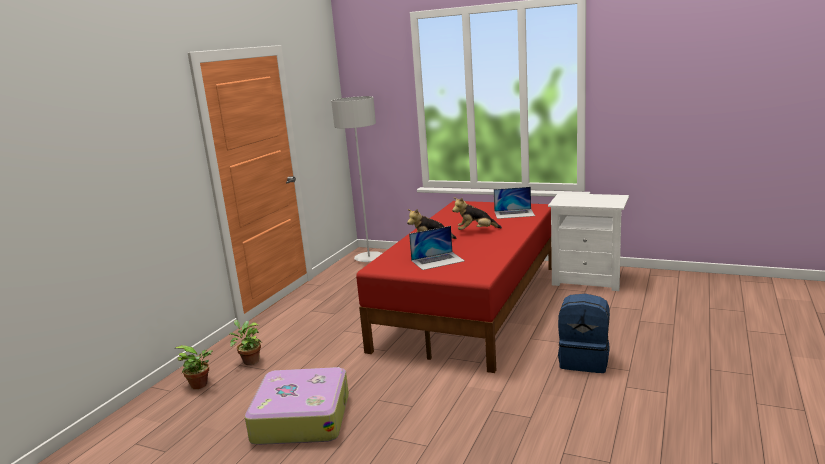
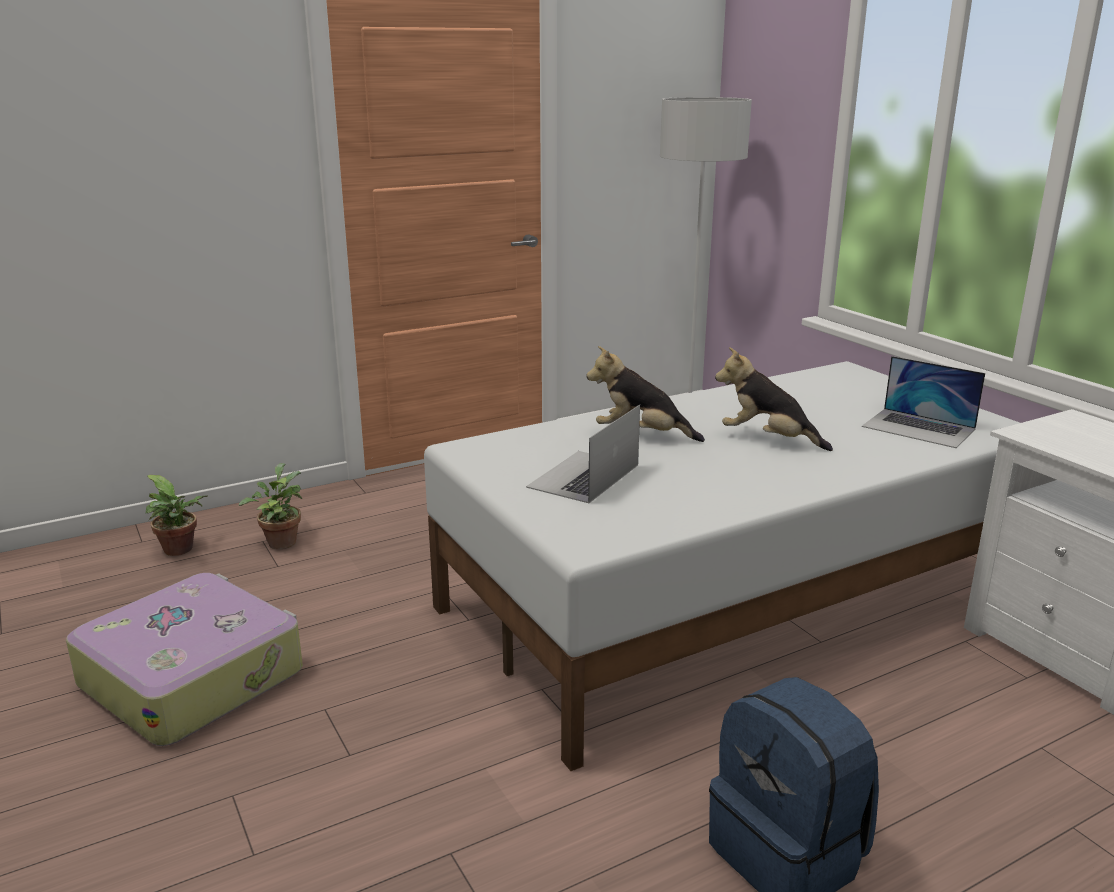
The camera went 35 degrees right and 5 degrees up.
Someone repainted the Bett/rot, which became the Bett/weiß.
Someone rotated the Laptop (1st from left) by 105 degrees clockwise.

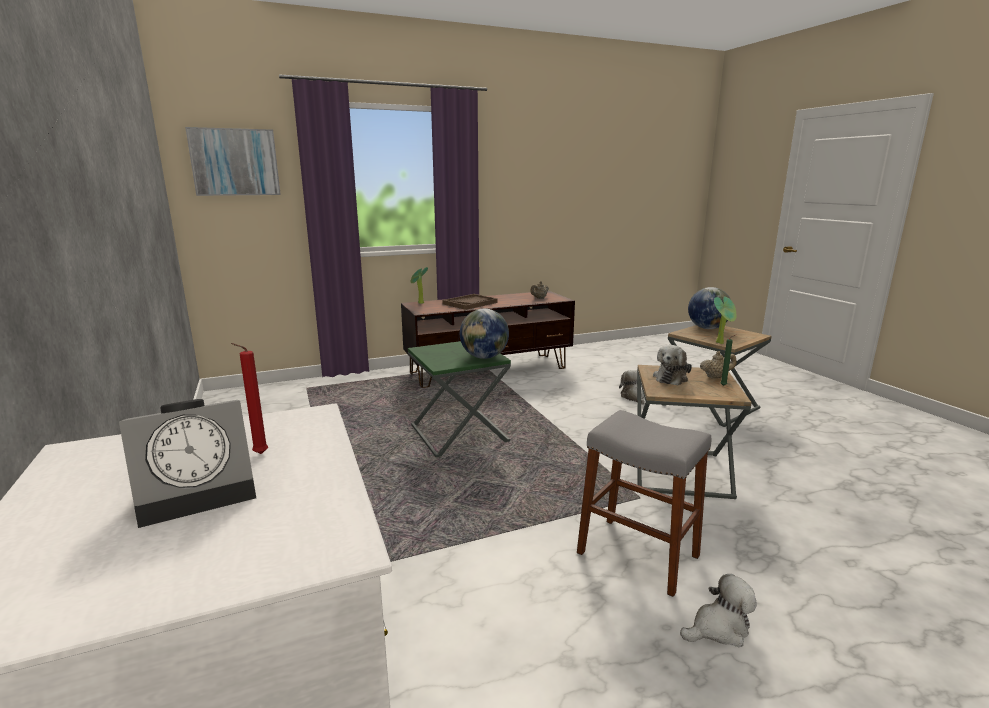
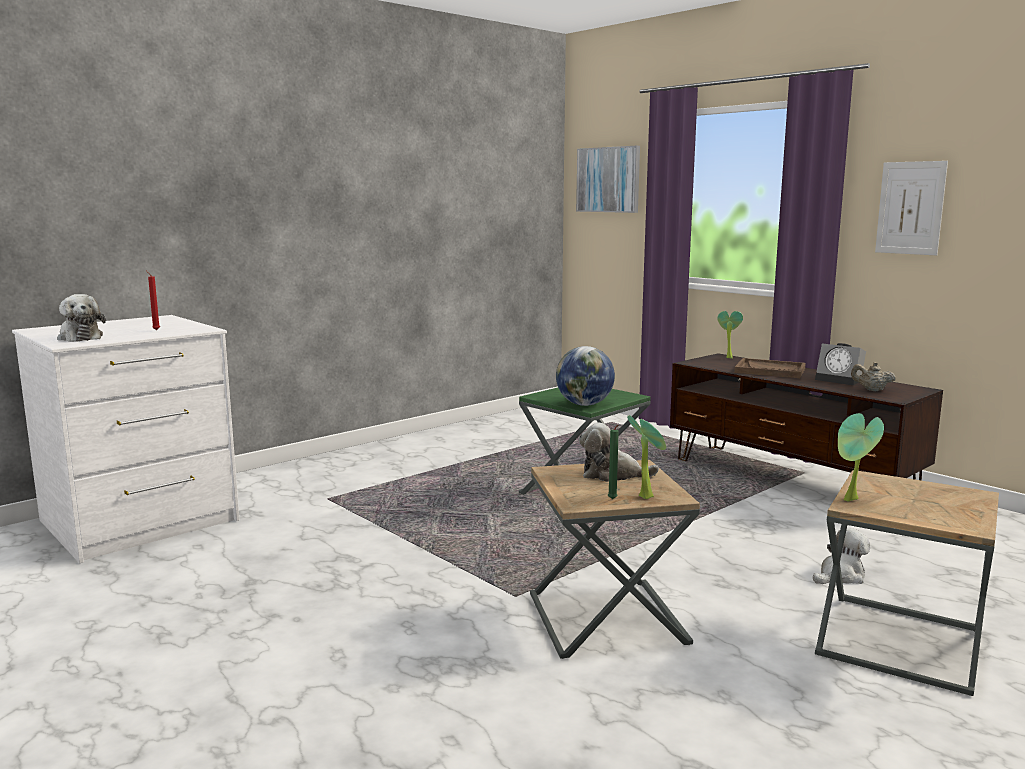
The camera went 70 degrees right and 5 degrees down.
Someone took away the Globus (2nd from left).
Someone swapped the Teekanne/beige (2nd from left) for the Topfpflanze (1st from left).
Someone carried the Wecker.
Someone took away the Hocker/grau.
Someone carried the Plüschtier (3rd from left in the first image).
Someone put up the Bild (2nd from left).

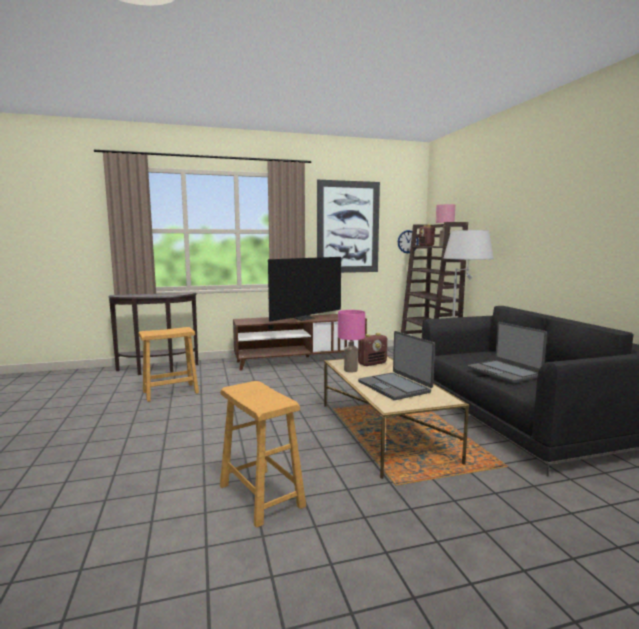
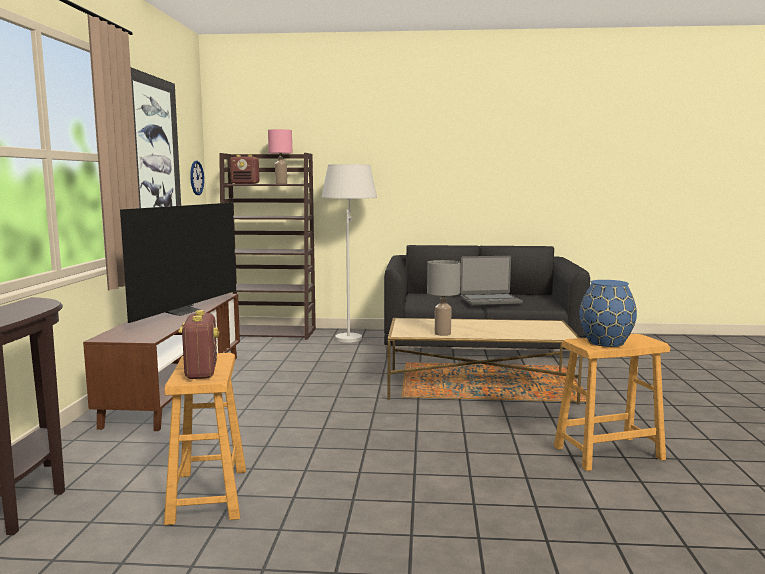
The camera went 70 degrees left and 0 degrees up.
Someone rotated the Fernseher by 45 degrees clockwise.
Someone repainted the Tischlampe/rosa (1st from left), which became the Tischlampe/grau.
Someone took away the Laptop (1st from left).
Someone carried the Radio (1st from left).
Someone put down the Vase/blau.

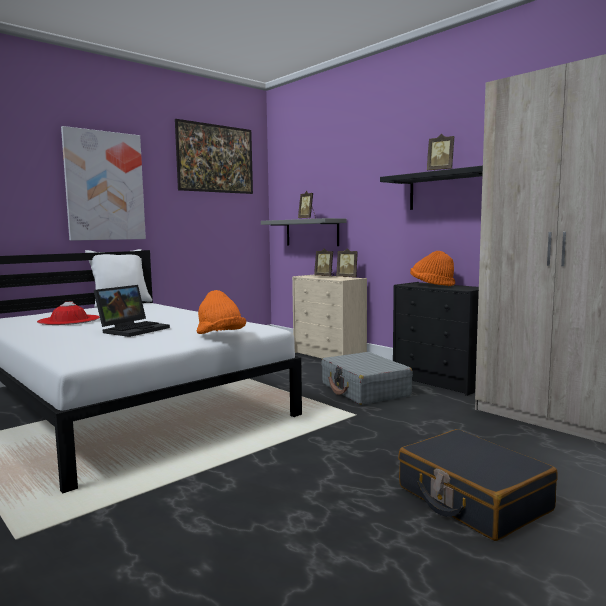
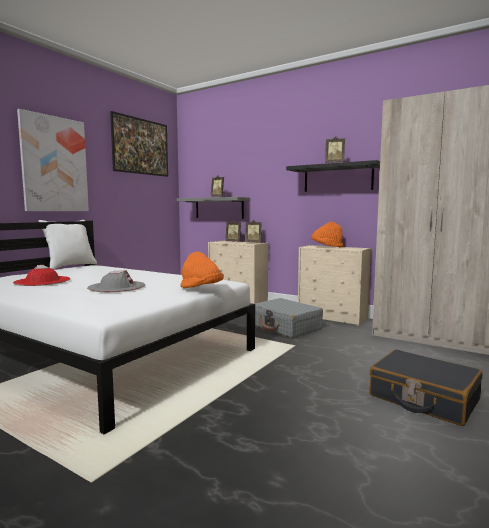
The camera went 15 degrees left and 0 degrees up.
Someone repainted the Kommode/schwarz, which became the Kommode/beige (2nd from left).
Someone swapped the Laptop for the Hut/grau.

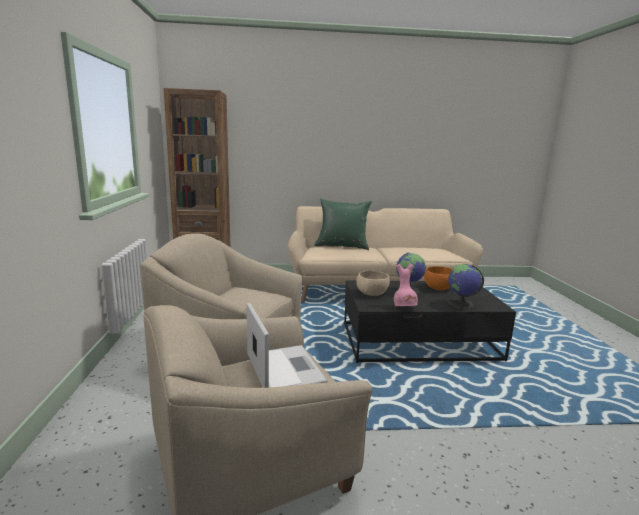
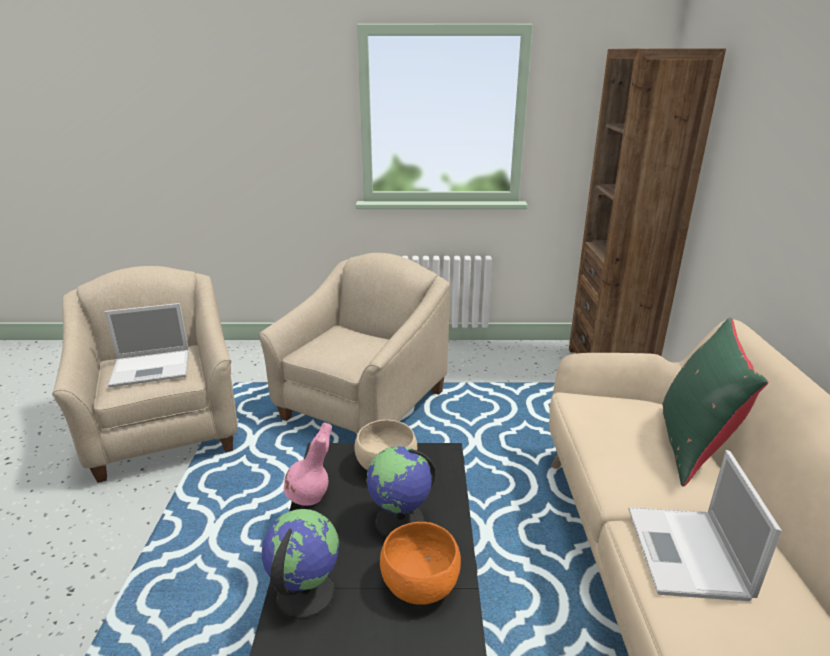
The camera went 95 degrees right and 10 degrees up.
Someone put down the Laptop (2nd from left).

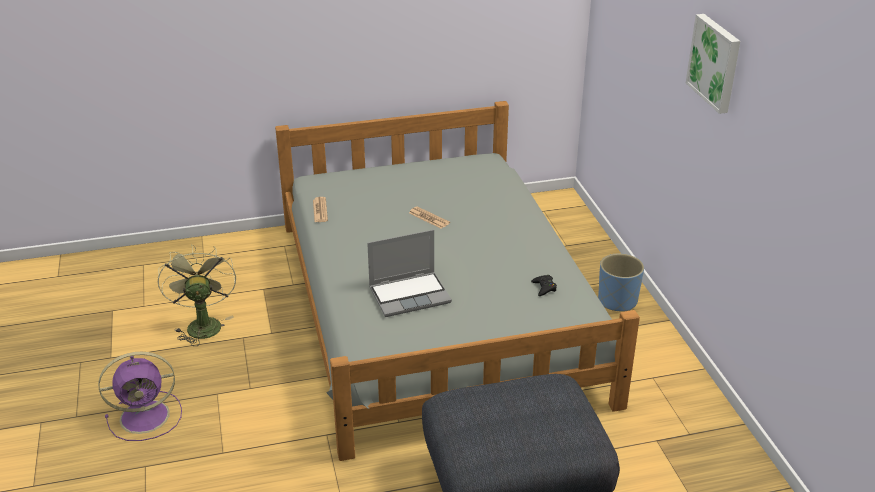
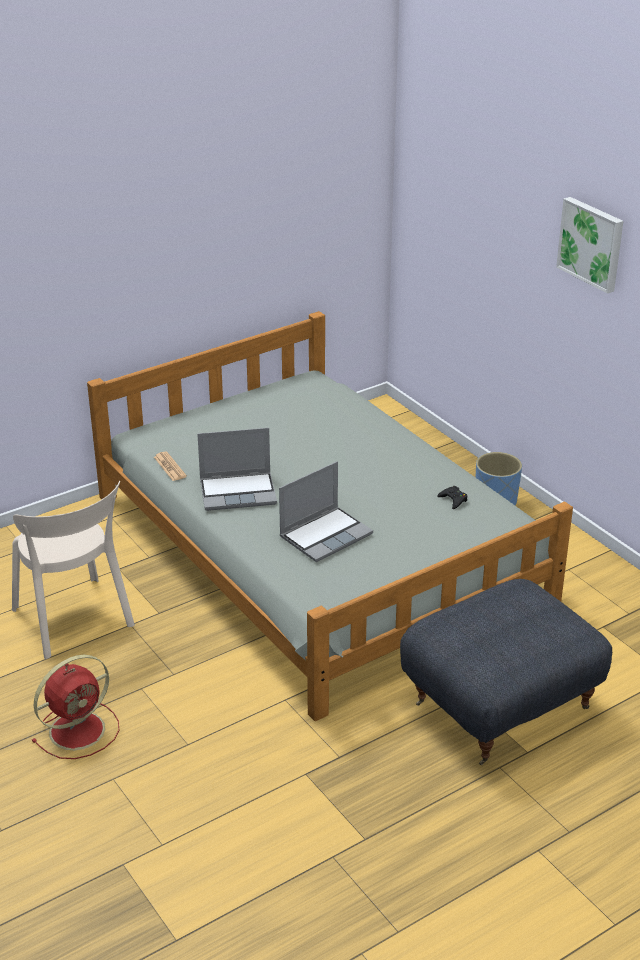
The camera went 20 degrees left and 0 degrees up.
Someone took away the Zeitung (2nd from left).
Someone swapped the Ventilator/grün for the Stuhl/beige.
Someone repainted the Ventilator/lila, which became the Ventilator/rot.
Someone put down the Laptop (1st from left).

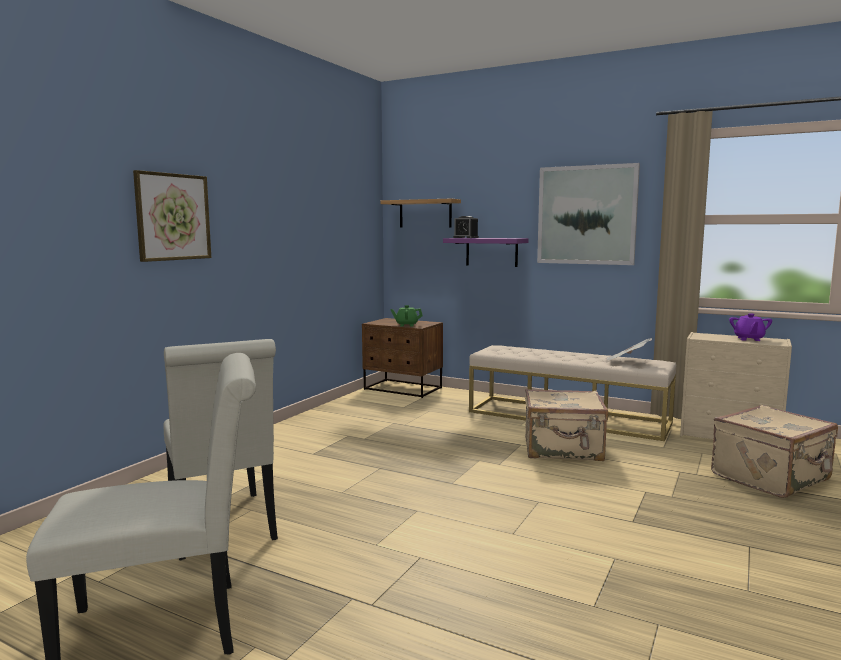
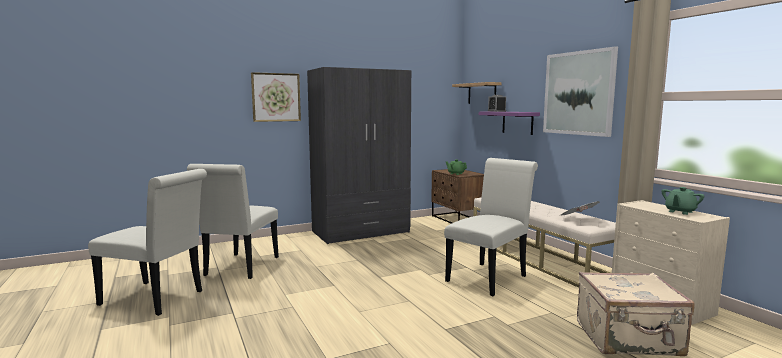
The camera went 35 degrees right and 0 degrees up.
Someone repainted the Teekanne/lila, which became the Teekanne/grün (2nd from left).
Someone swapped the Koffer/beige (1st from left) for the Stuhl/weiß (3rd from left).
Someone put down the Kleiderschrank/grau.

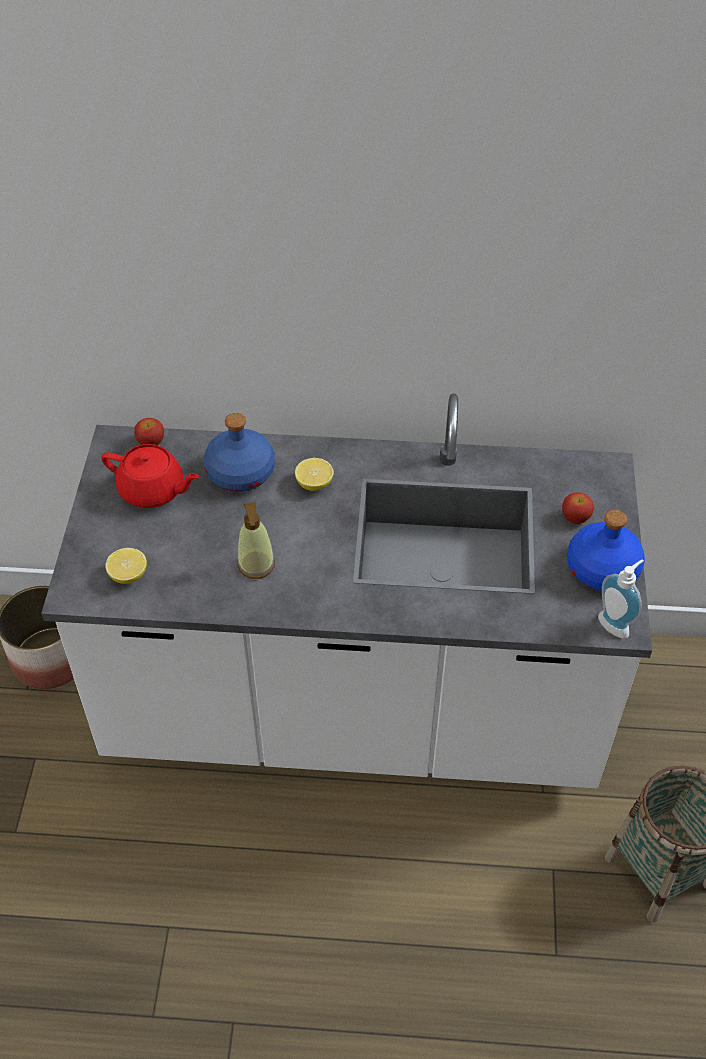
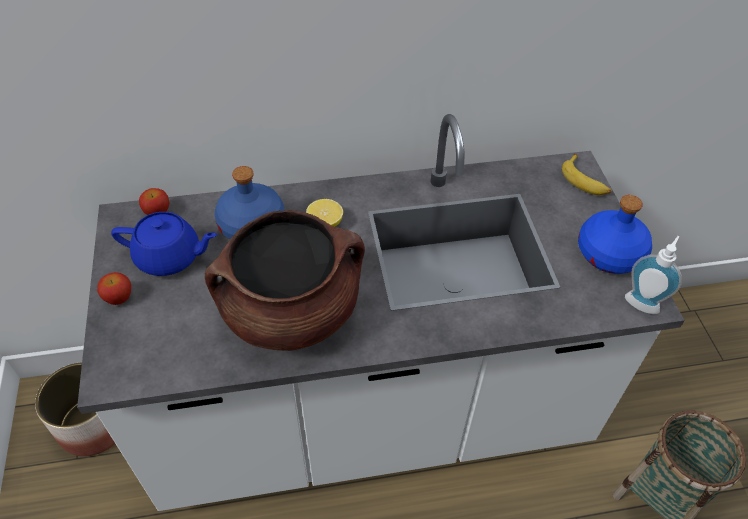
The camera went 15 degrees left and 0 degrees up.
Someone repainted the Teekanne/rot, which became the Teekanne/blau.
Someone carried the Apfel (2nd from left in the first image).
Someone swapped the Seifenspender (1st from left) for the Kochtopf/braun.
Someone took away the Zitrone (1st from left).
Someone put down the Banane.

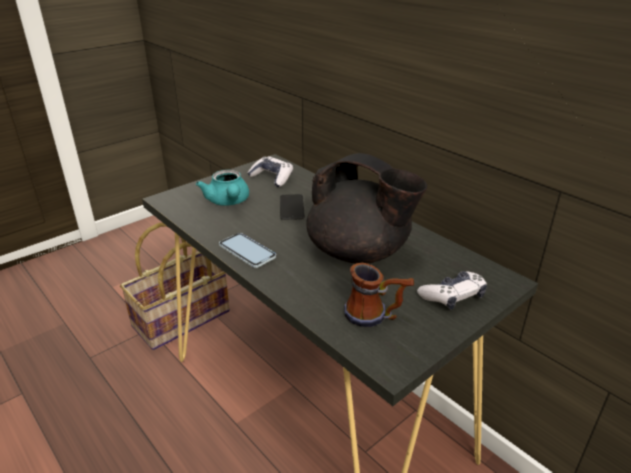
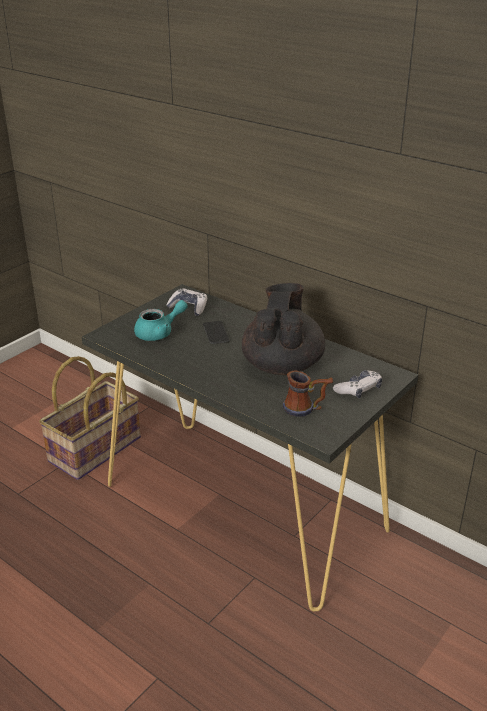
The camera went 10 degrees left and 0 degrees up.
Someone rotated the Teekanne/schwarz by 105 degrees counterclockwise.
Someone rotated the Teekanne/türkis by 90 degrees counterclockwise.
Someone took away the Handy (1st from left).

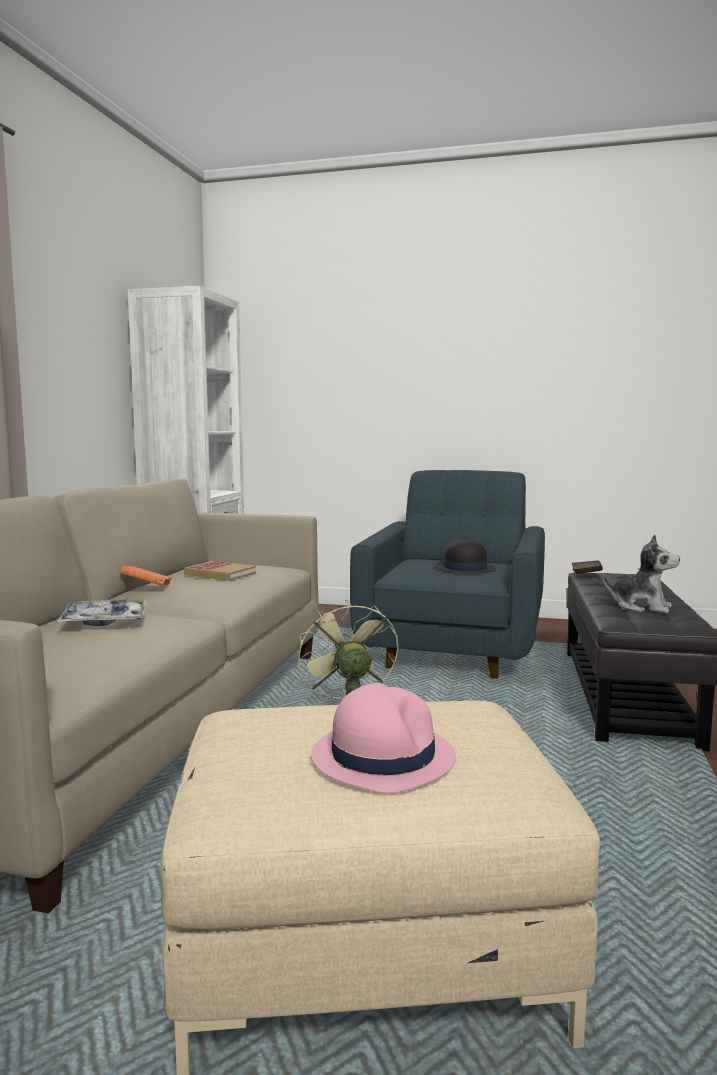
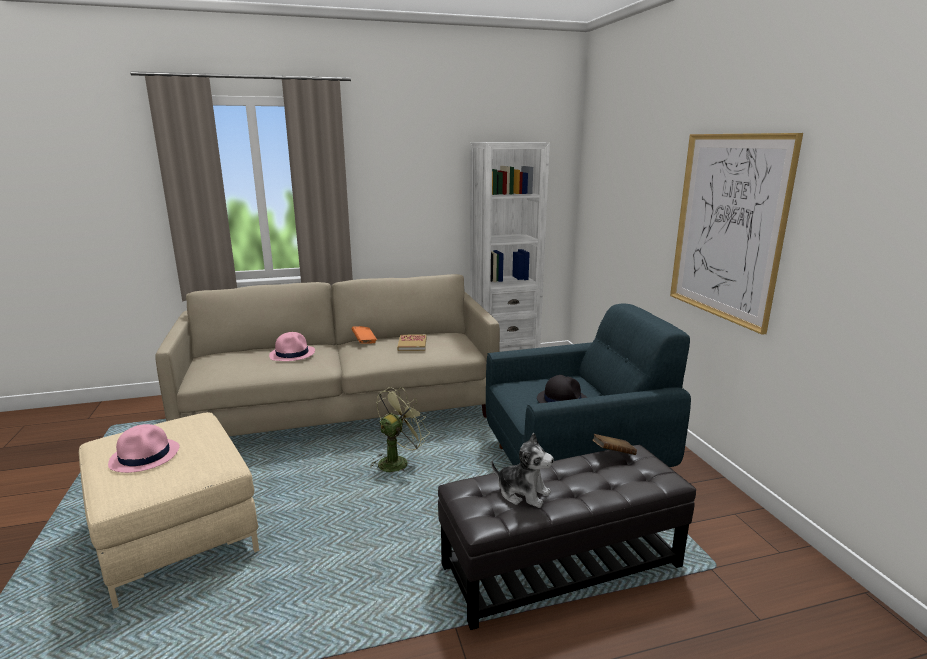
The camera went 60 degrees right and 10 degrees up.
Someone rotated the Plüschtier by 60 degrees counterclockwise.
Someone swapped the Tablett for the Hut/rosa (2nd from left).
Someone put up the Bild.

